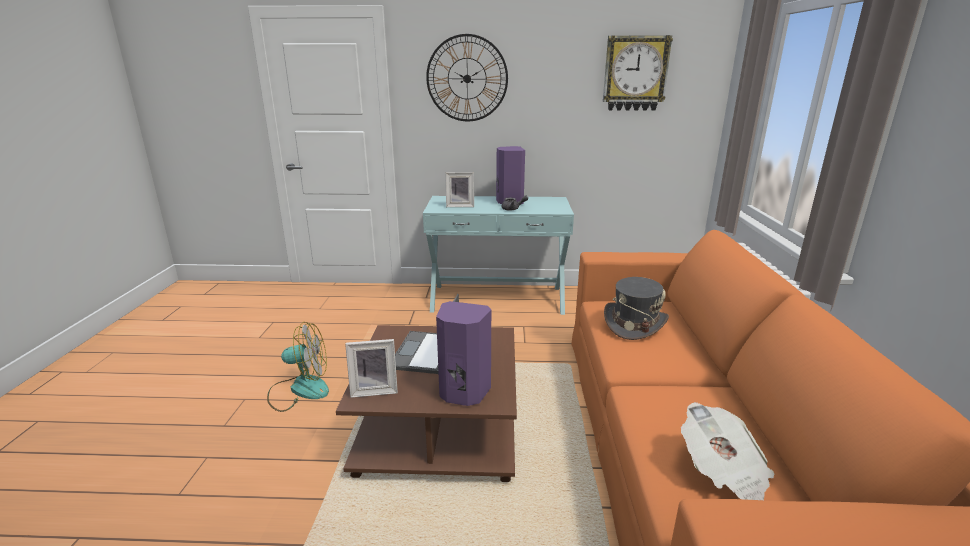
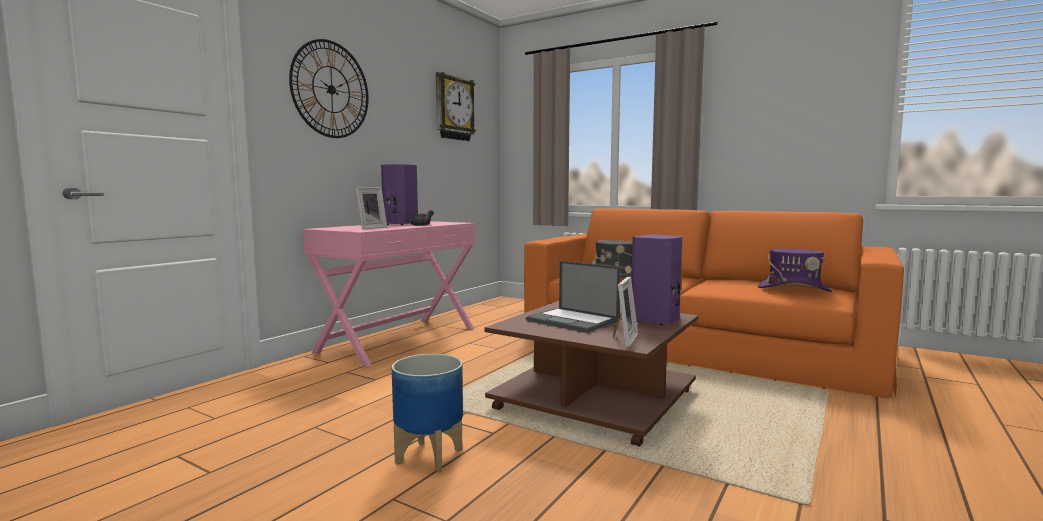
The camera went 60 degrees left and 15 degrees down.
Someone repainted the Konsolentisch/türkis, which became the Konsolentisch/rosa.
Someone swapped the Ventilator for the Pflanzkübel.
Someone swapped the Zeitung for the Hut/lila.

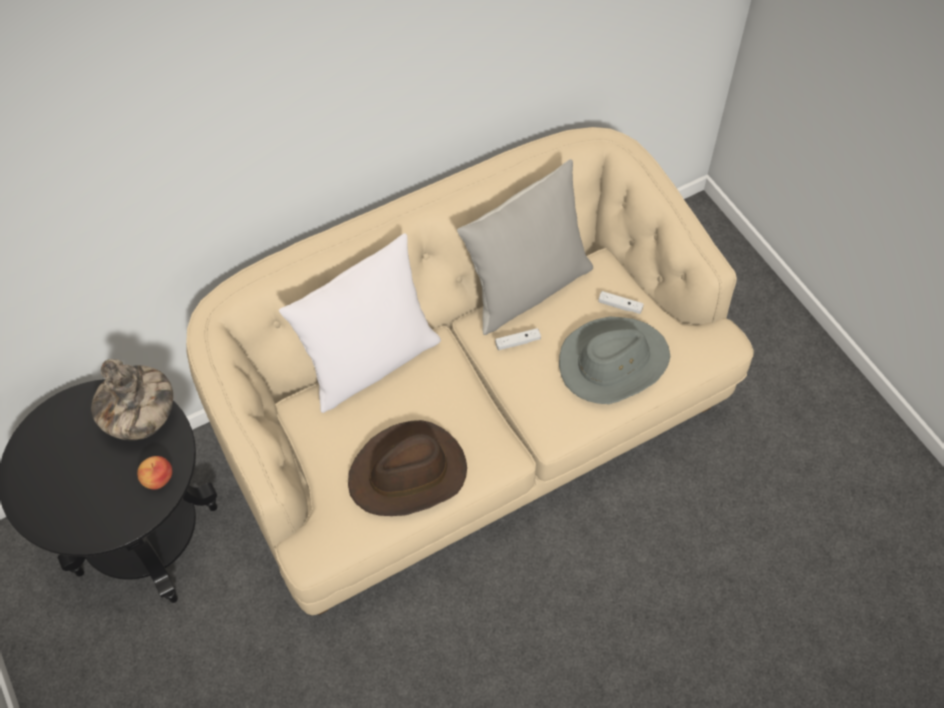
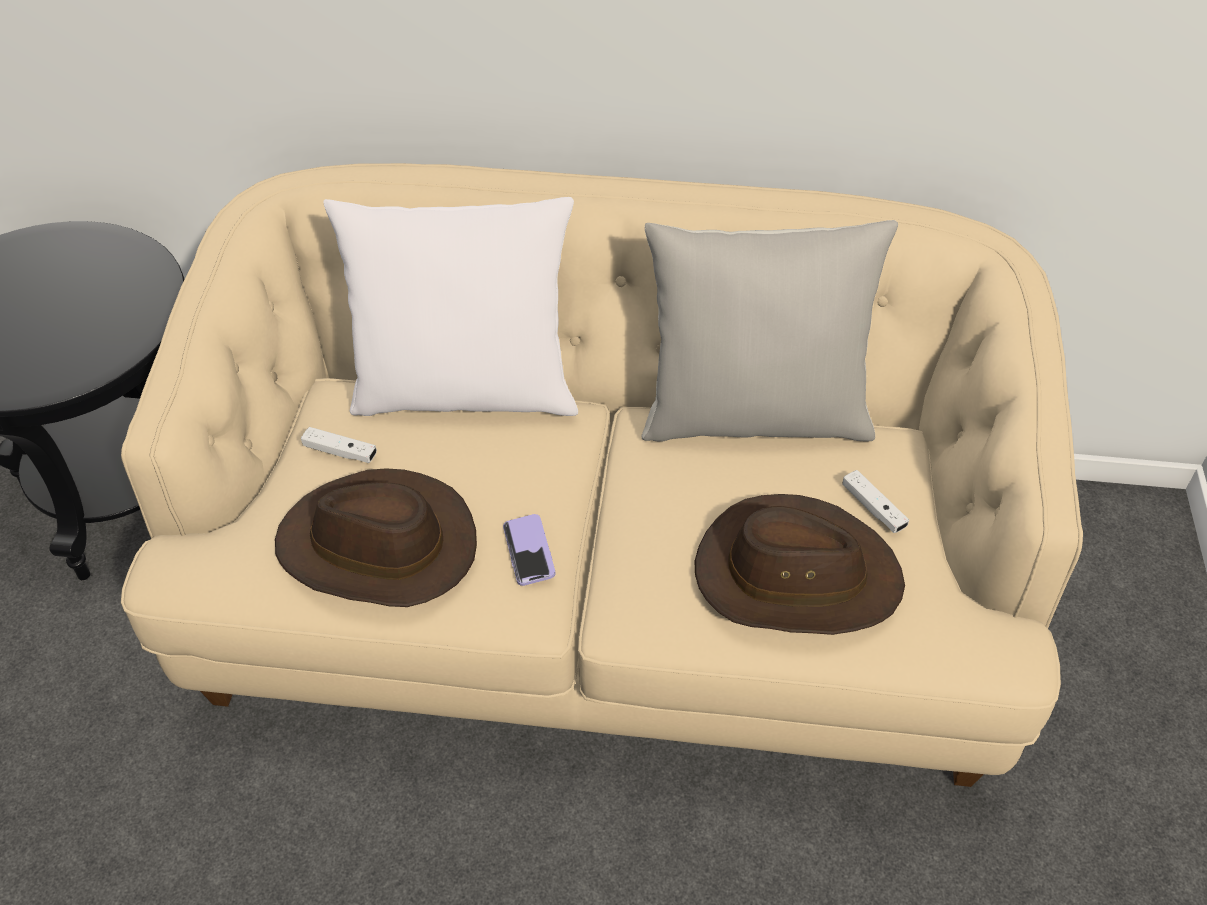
The camera went 35 degrees right and 10 degrees down.
Someone repainted the Hut/grau, which became the Hut/braun (2nd from left).
Someone carried the Gamepad/weiß (1st from left).
Someone took away the Vase.
Someone took away the Apfel.
Someone put down the Handy.

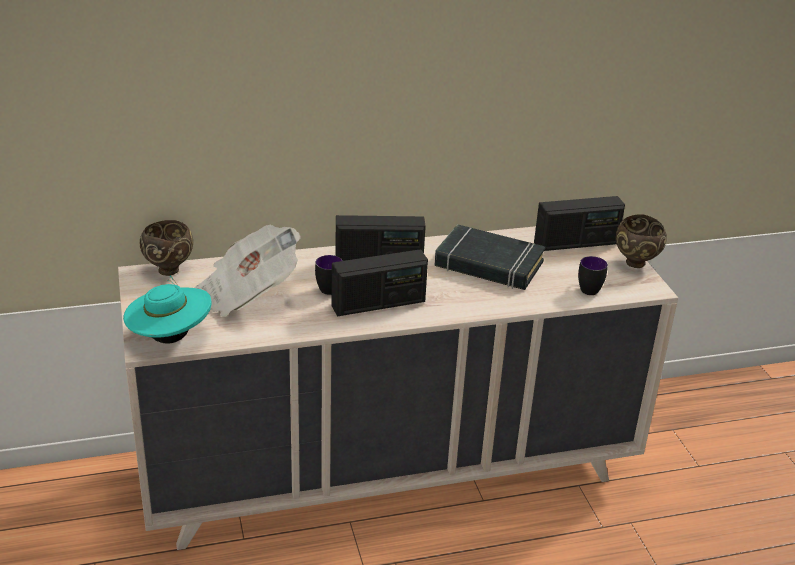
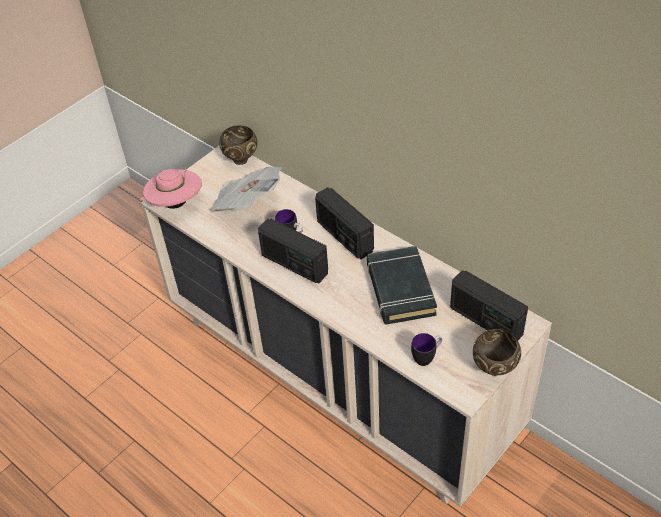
The camera went 60 degrees right and 15 degrees up.
Someone repainted the Hut/türkis, which became the Hut/rosa.

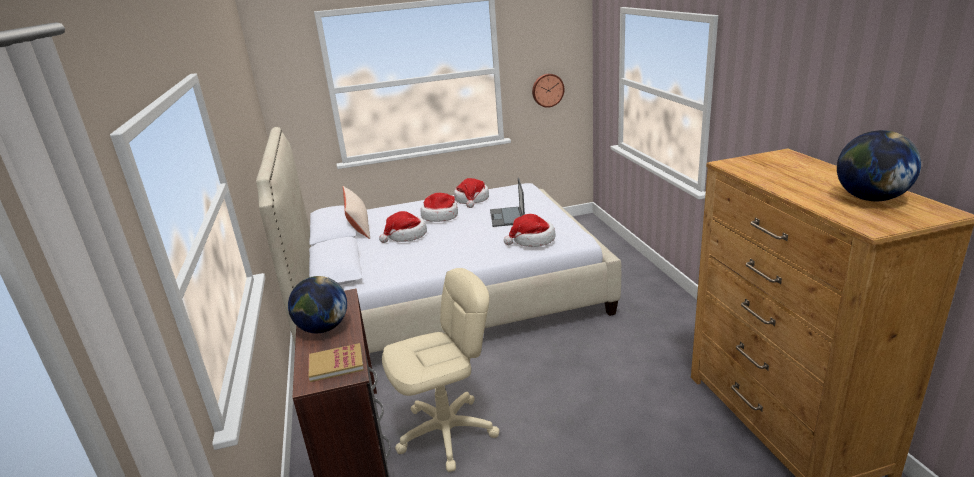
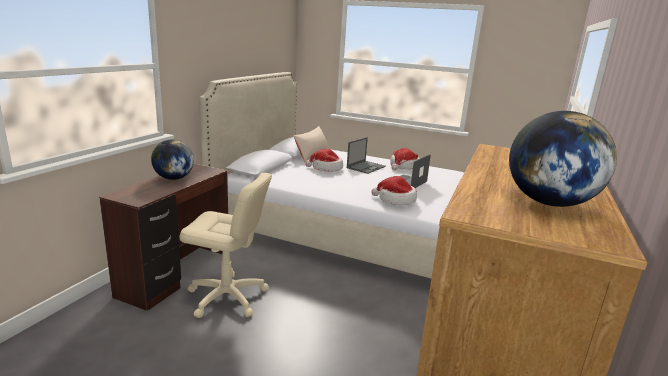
The camera went 35 degrees right and 5 degrees down.
Someone took away the Wanduhr.
Someone swapped the Hut (2nd from left) for the Laptop (1st from left).
Someone took away the Buch.

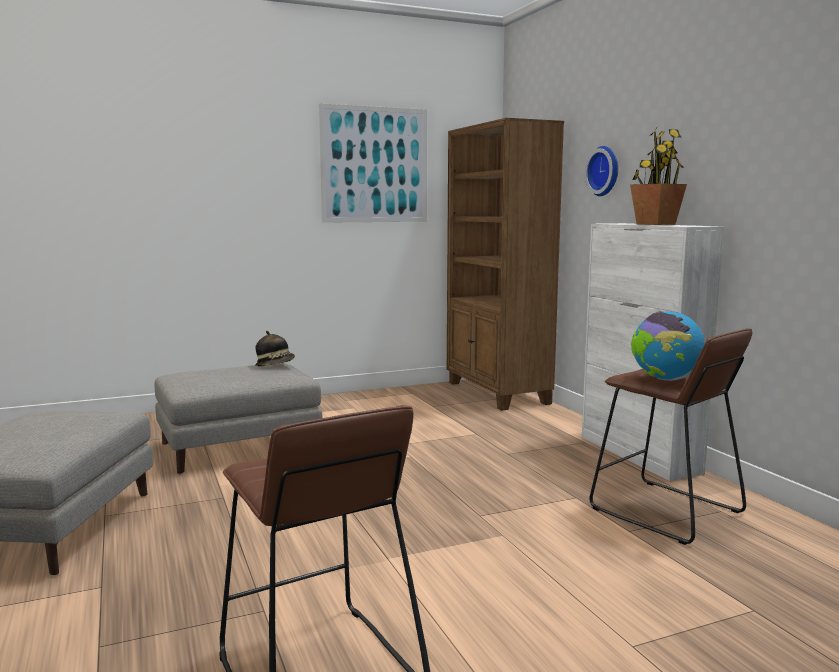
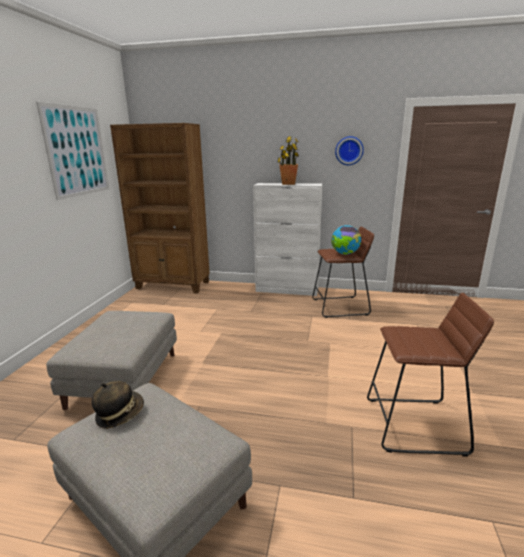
The camera went 55 degrees left and 10 degrees up.
Someone carried the Wanduhr.
Someone carried the Hut.

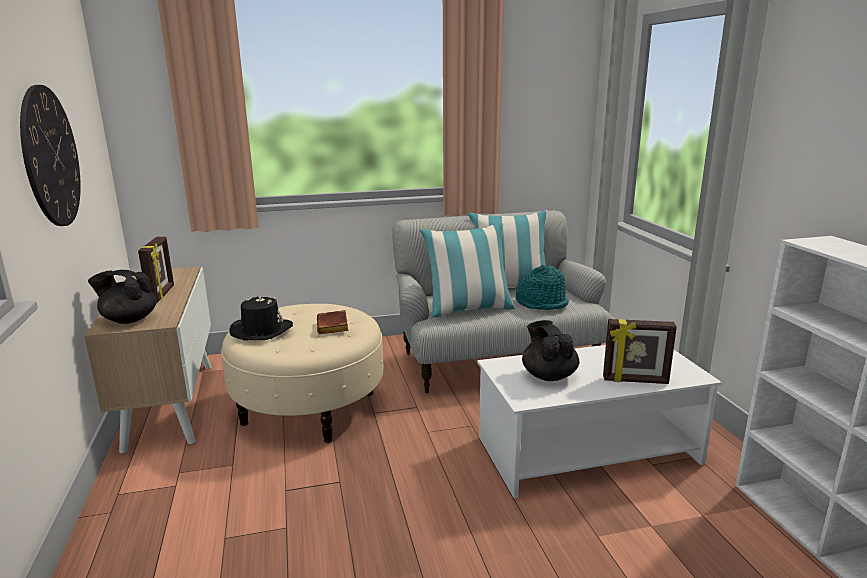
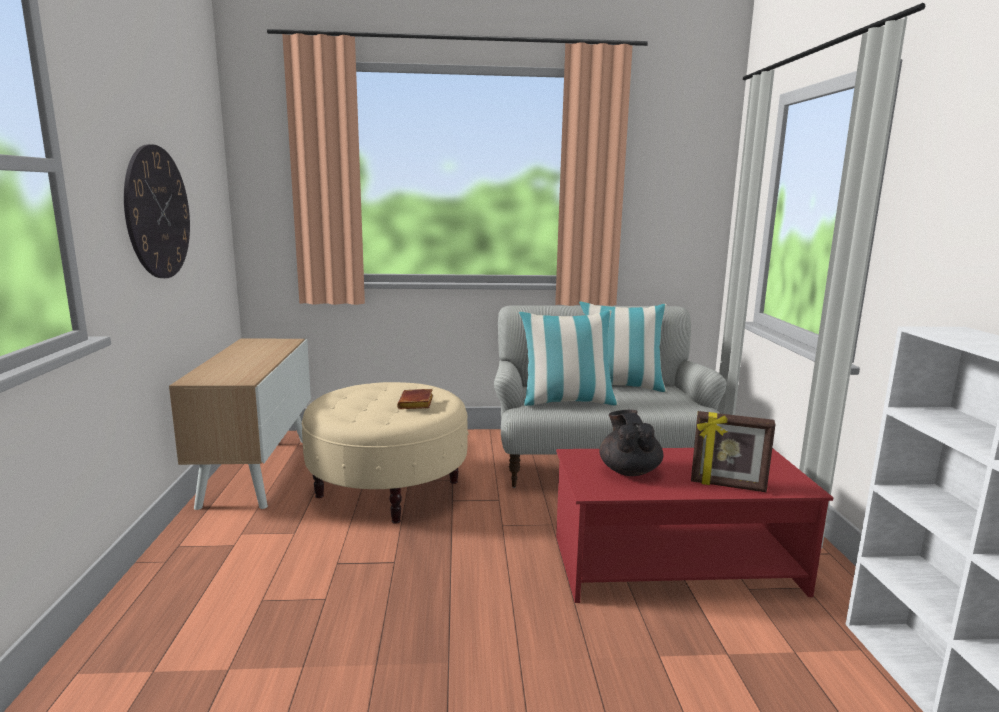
The camera went 10 degrees right and 5 degrees down.
Someone took away the Bilderrahmen (1st from left).
Someone took away the Hut/türkis.
Someone took away the Teekanne/schwarz (1st from left).
Someone took away the Hut/schwarz.
Someone repainted the Couchtisch/weiß, which became the Couchtisch/rot.

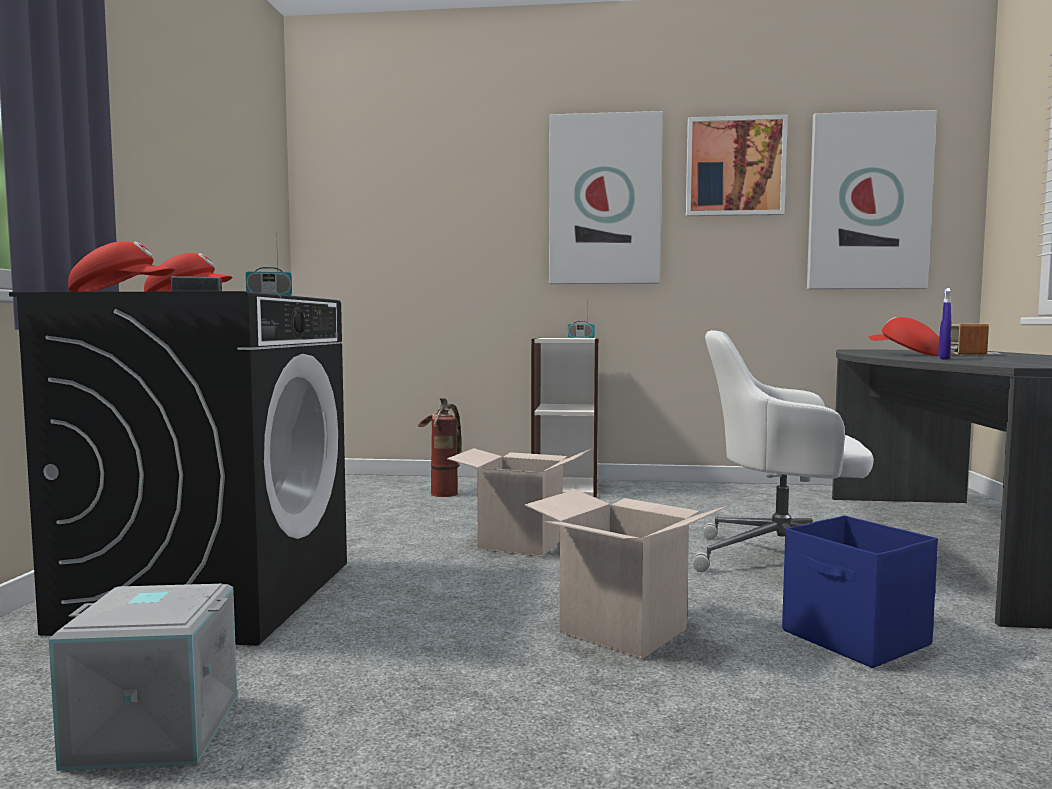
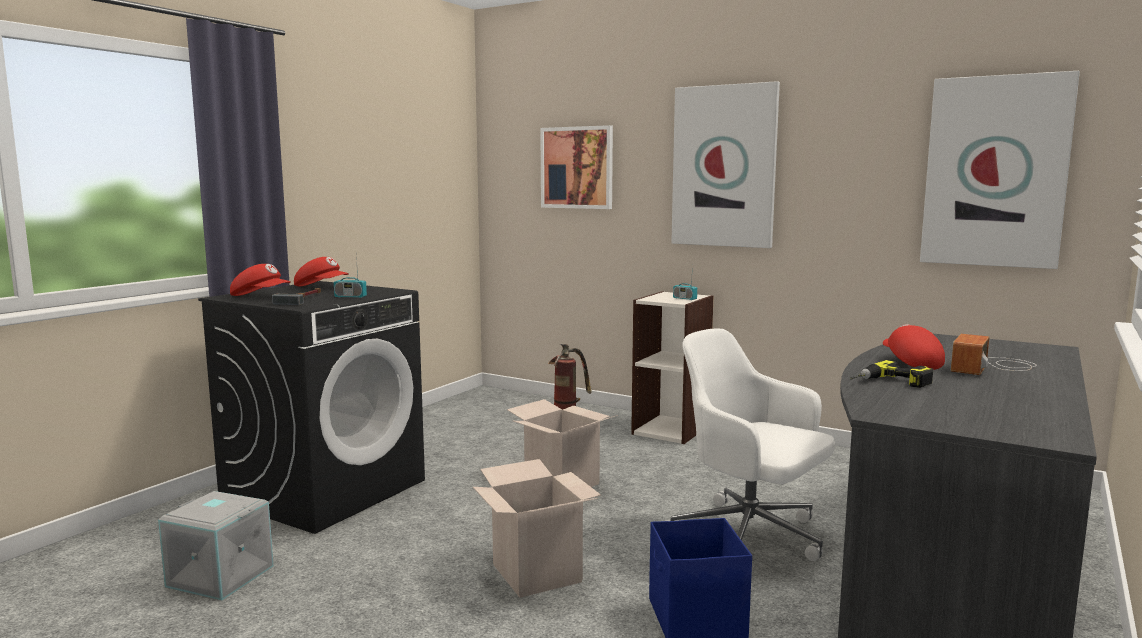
The camera went 25 degrees right and 5 degrees up.
Someone carried the Bild (2nd from left in the first image).
Someone swapped the Sprühflasche/blau for the Bohrmaschine.

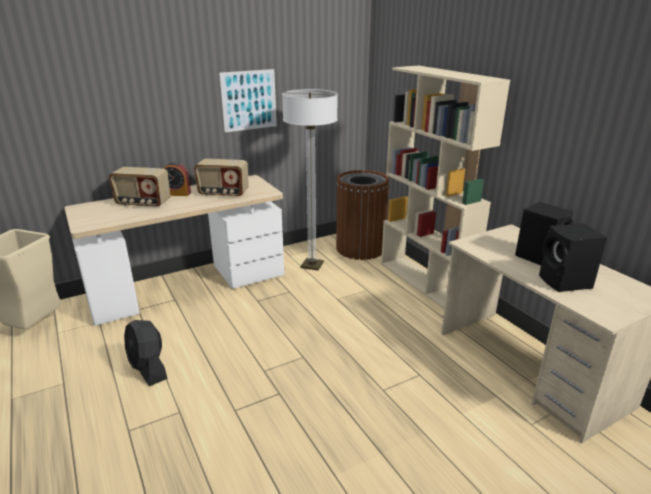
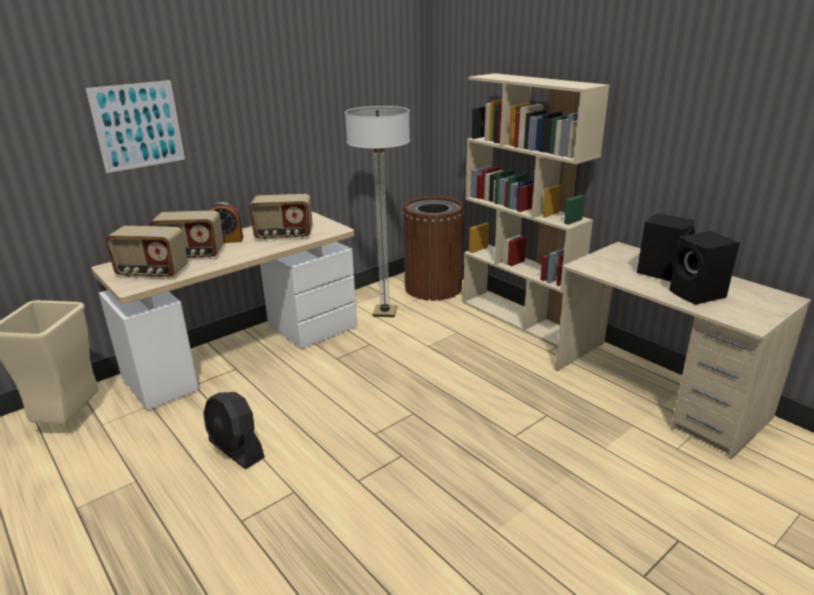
The camera went 10 degrees left and 0 degrees up.
Someone carried the Bild.
Someone put down the Radio (1st from left).

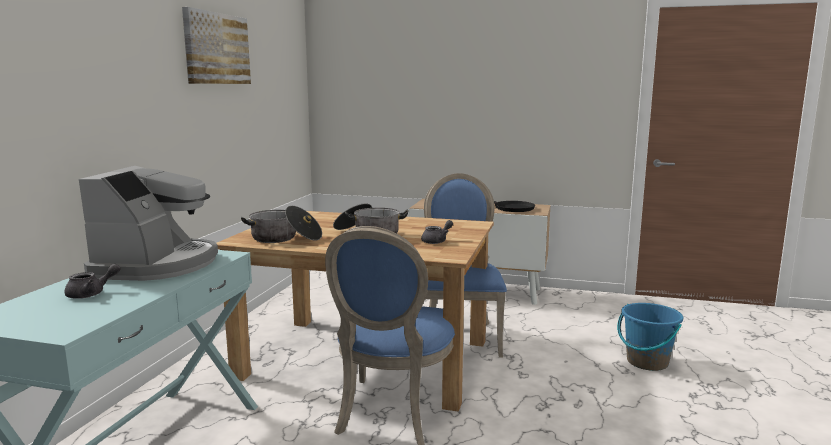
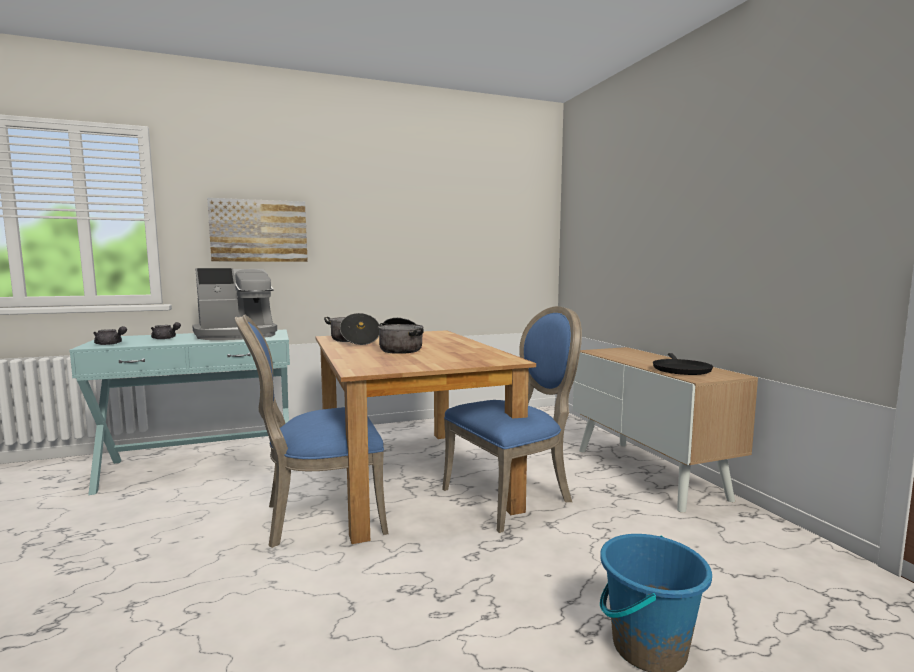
The camera went 55 degrees right and 5 degrees down.
Someone carried the Bild.
Someone carried the Teekanne/grau (2nd from left in the first image).

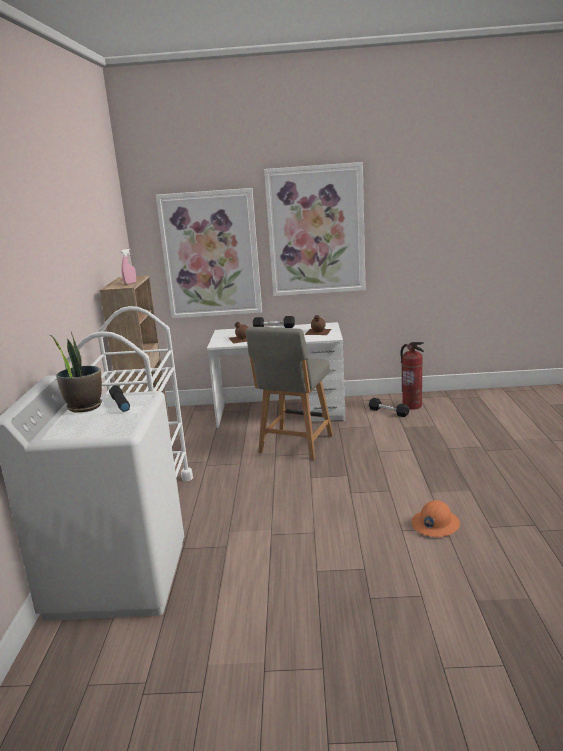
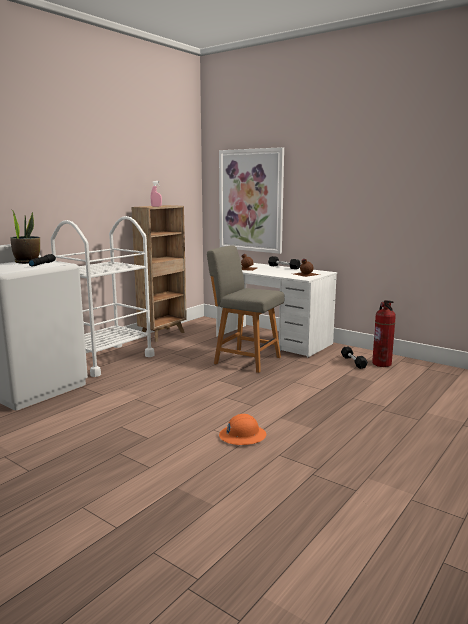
The camera went 35 degrees right and 5 degrees down.
Someone took away the Bild (2nd from left).
Someone rotated the Stuhl/grau by 60 degrees clockwise.

